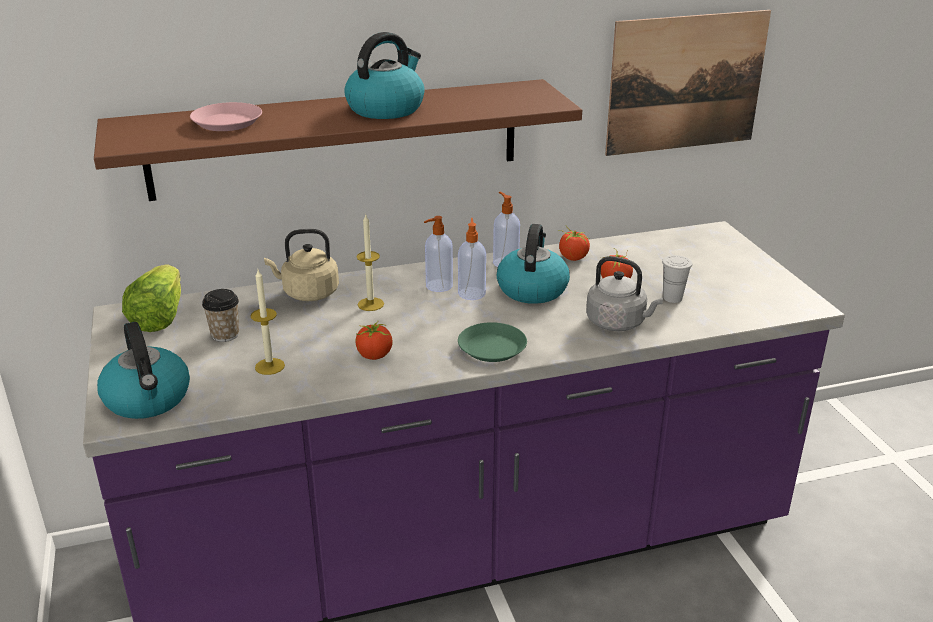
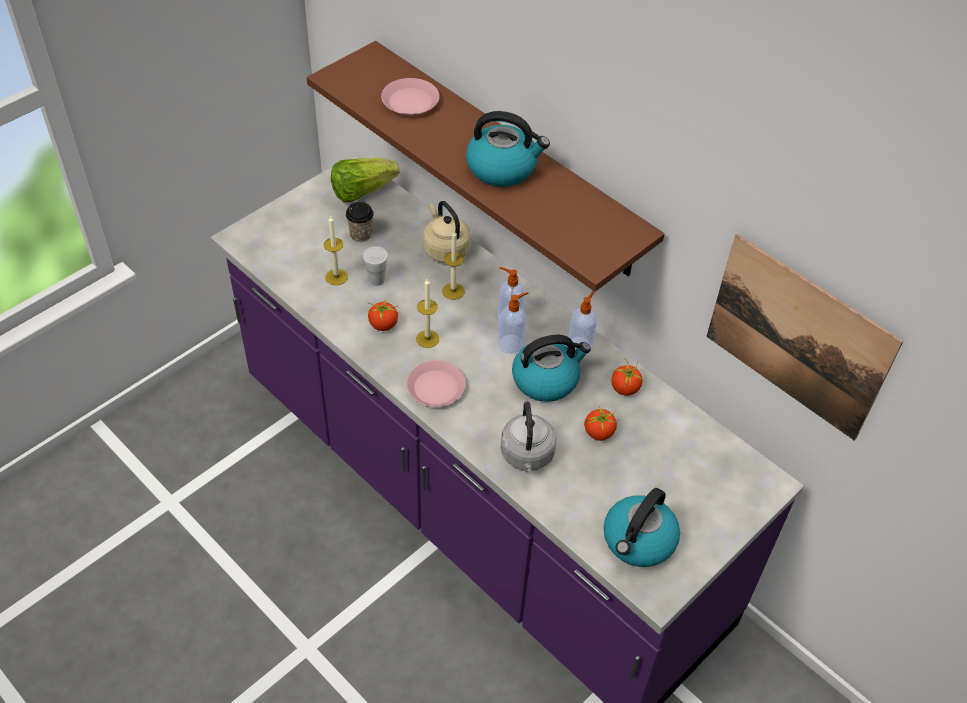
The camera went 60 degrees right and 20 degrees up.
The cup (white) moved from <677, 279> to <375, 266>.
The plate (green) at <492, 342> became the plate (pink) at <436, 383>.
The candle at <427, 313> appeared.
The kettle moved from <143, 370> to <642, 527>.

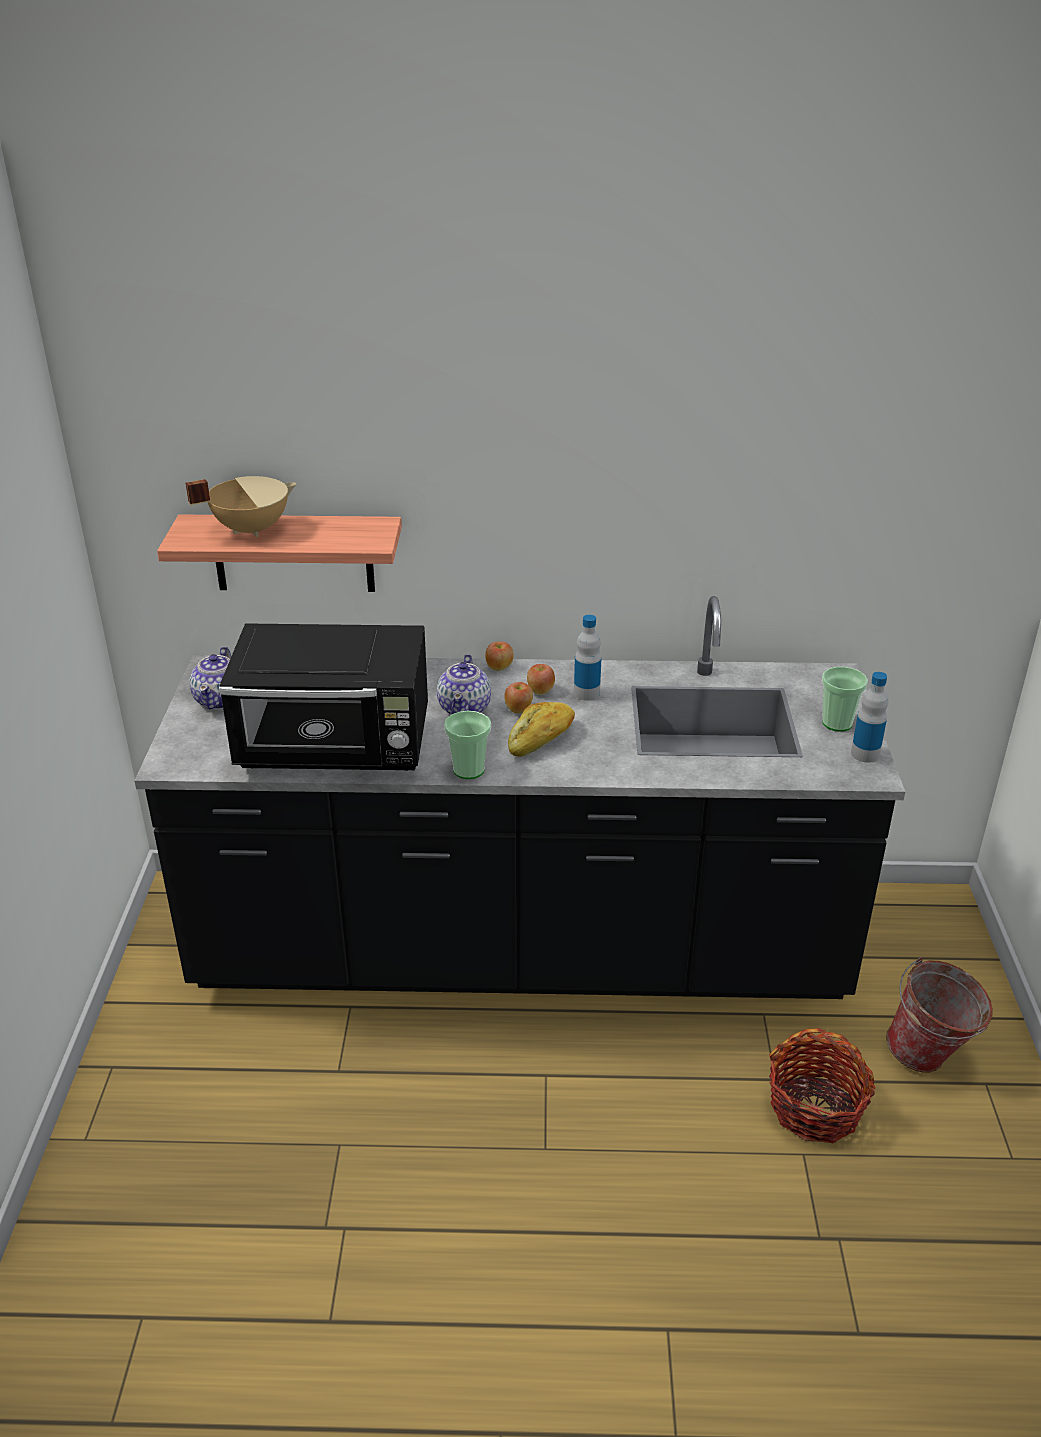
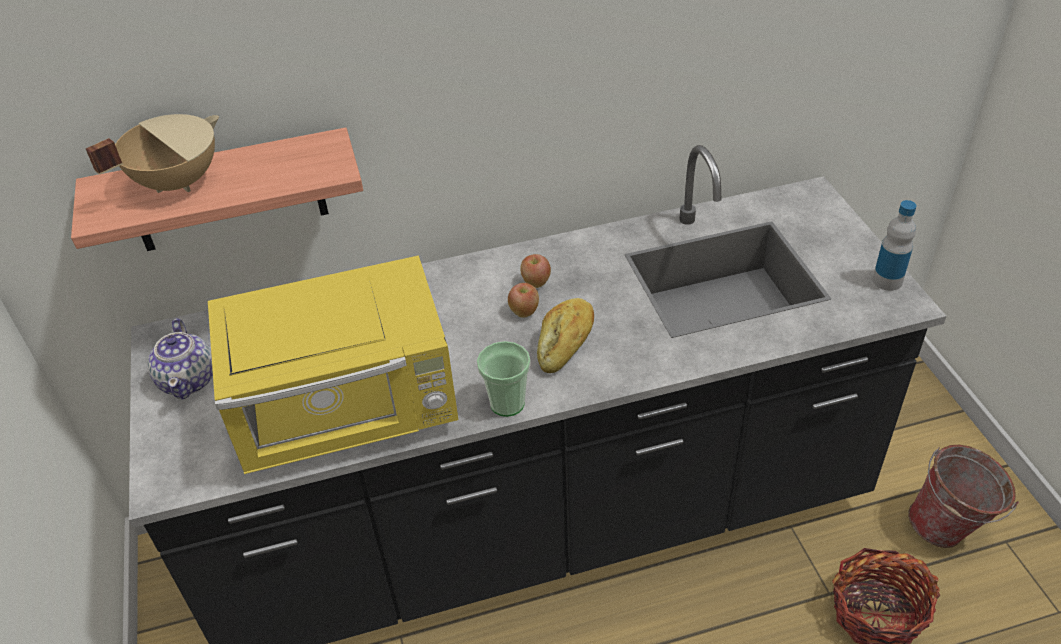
The camera went 15 degrees left and 10 degrees up.
The microwave (black) at <323, 697> became the microwave (yellow) at <333, 364>.
The teapot at <464, 684> disappeared.
The apple at <499, 656> disappeared.
The bottle at <587, 658> disappeared.
The cup at <845, 699> disappeared.

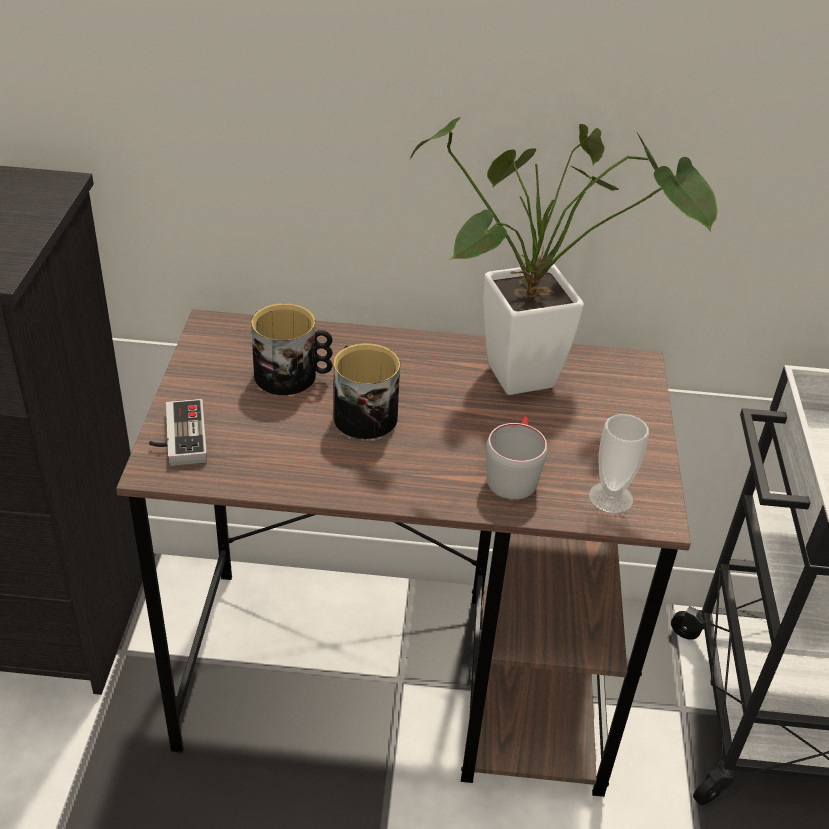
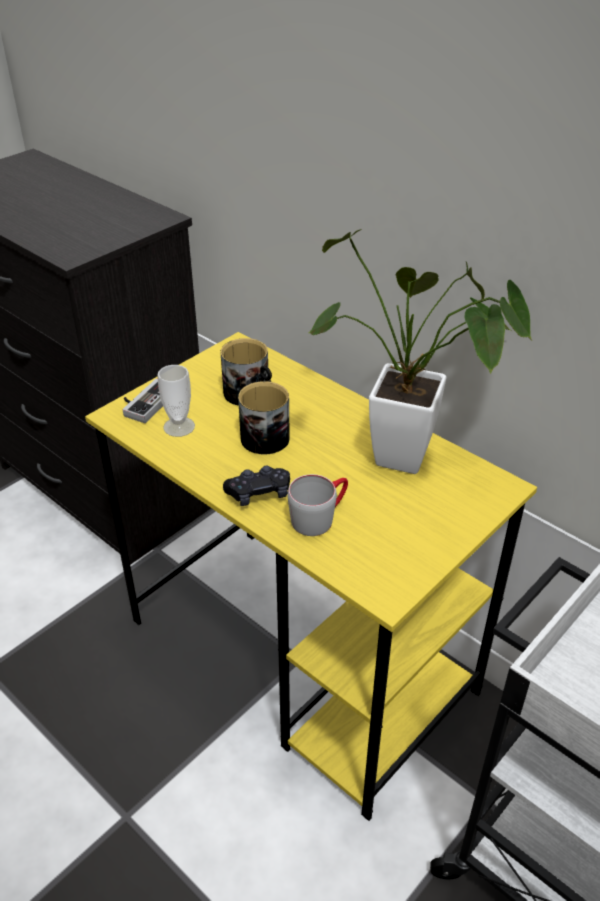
The camera went 40 degrees right and 0 degrees up.
The desk (brown) at <403, 553> became the desk (yellow) at <311, 576>.
The cup moved from <619, 464> to <176, 401>.
The game controller (black) at <256, 485> appeared.

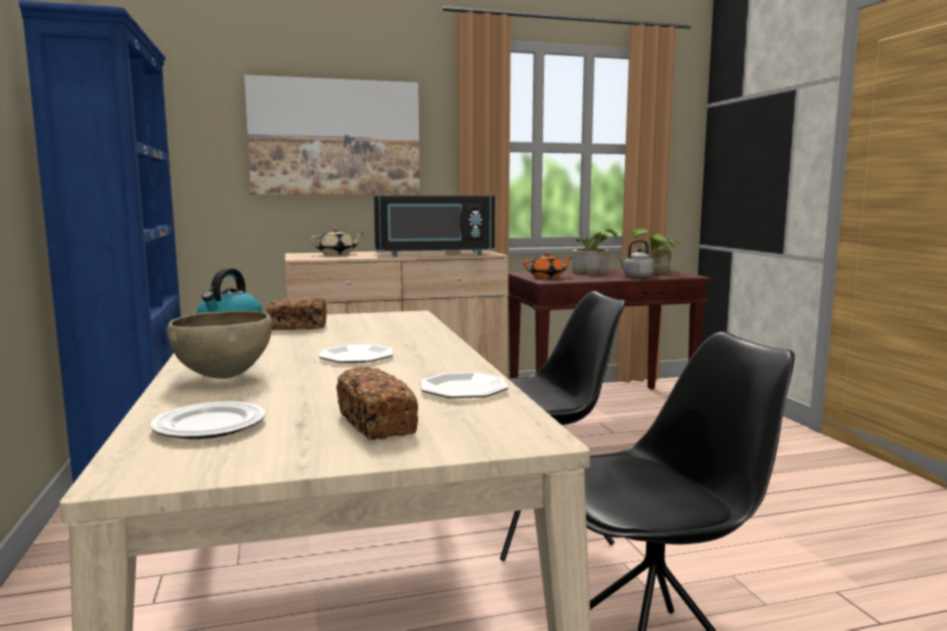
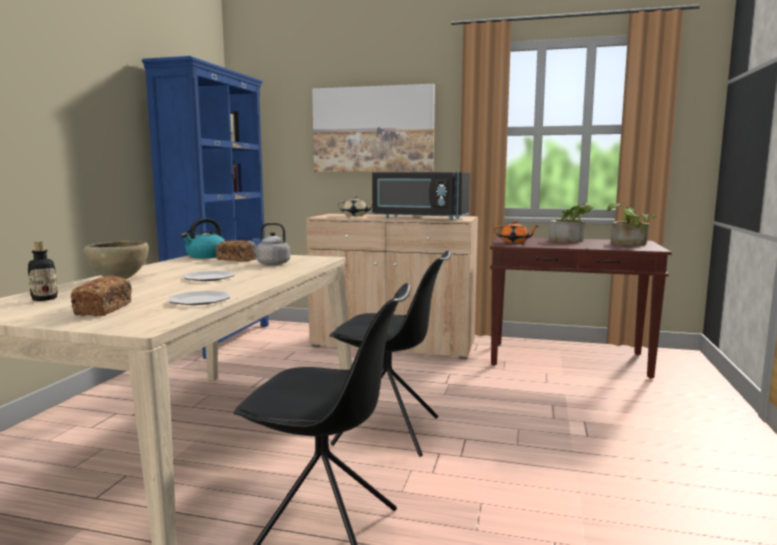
The camera went 30 degrees right and 0 degrees up.
The plate at <207, 420> was replaced by the bottle at <43, 271>.
The kettle (grey) moved from <635, 259> to <269, 244>.

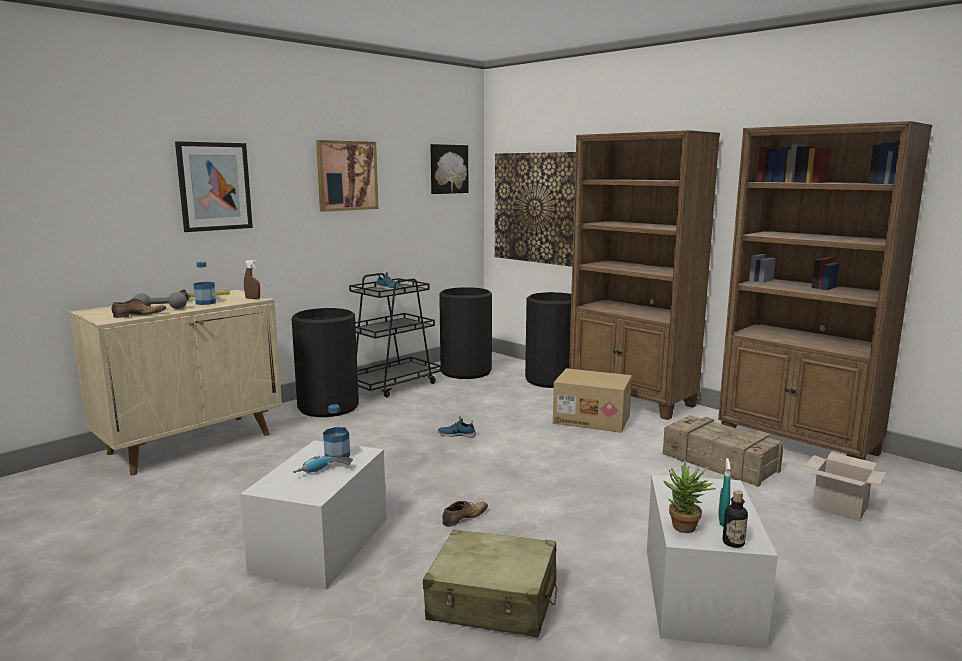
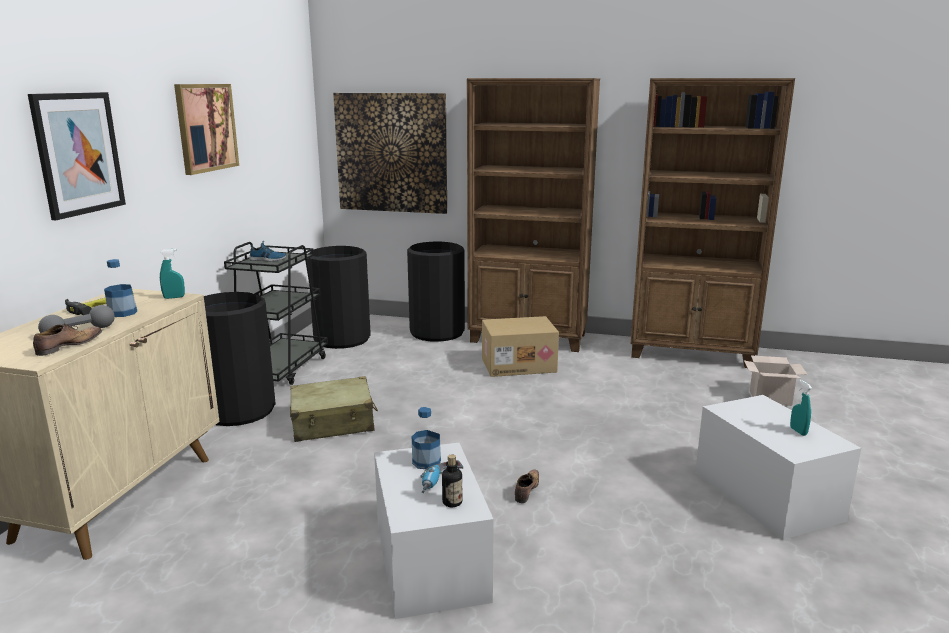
The camera went 30 degrees left and 5 degrees up.
The spray bottle (brown) at <252, 279> became the spray bottle (turquoise) at <172, 274>.
The suitcase (beige) moved from <490, 583> to <334, 409>.
The bottle moved from <735, 519> to <452, 480>.
The picture at <449, 169> disappeared.
The shoe at <457, 427> disappeared.
The crate at <723, 451> disappeared.
The potted plant at <689, 496> disappeared.

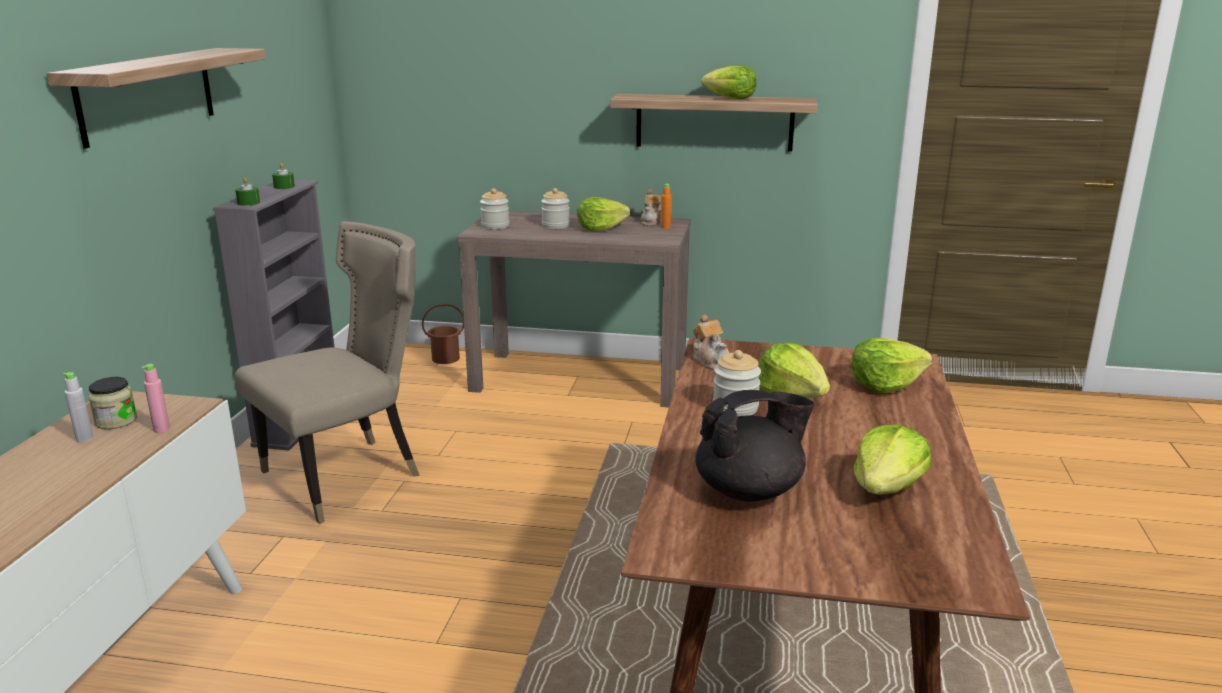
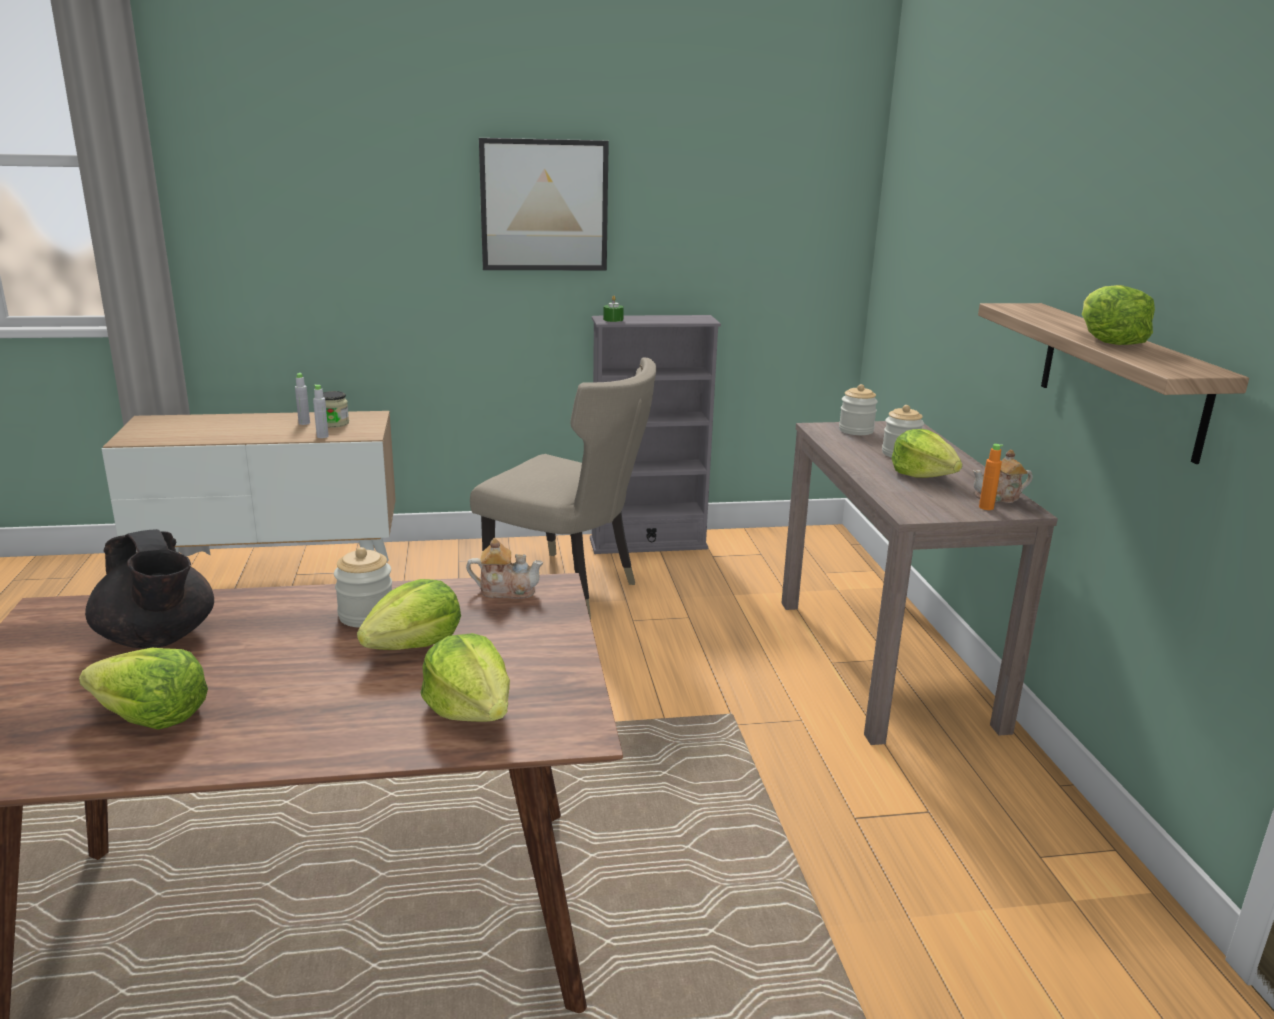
The camera went 70 degrees right and 0 degrees up.
The bottle (pink) at <156, 398> became the bottle (grey) at <321, 411>.
The teapot at <711, 342> turned 135 degrees counterclockwise.
The shelf at <156, 98> was replaced by the picture at <544, 204>.
The candle (green) at <283, 176> disappeared.
The bucket (brown) at <443, 334> disappeared.

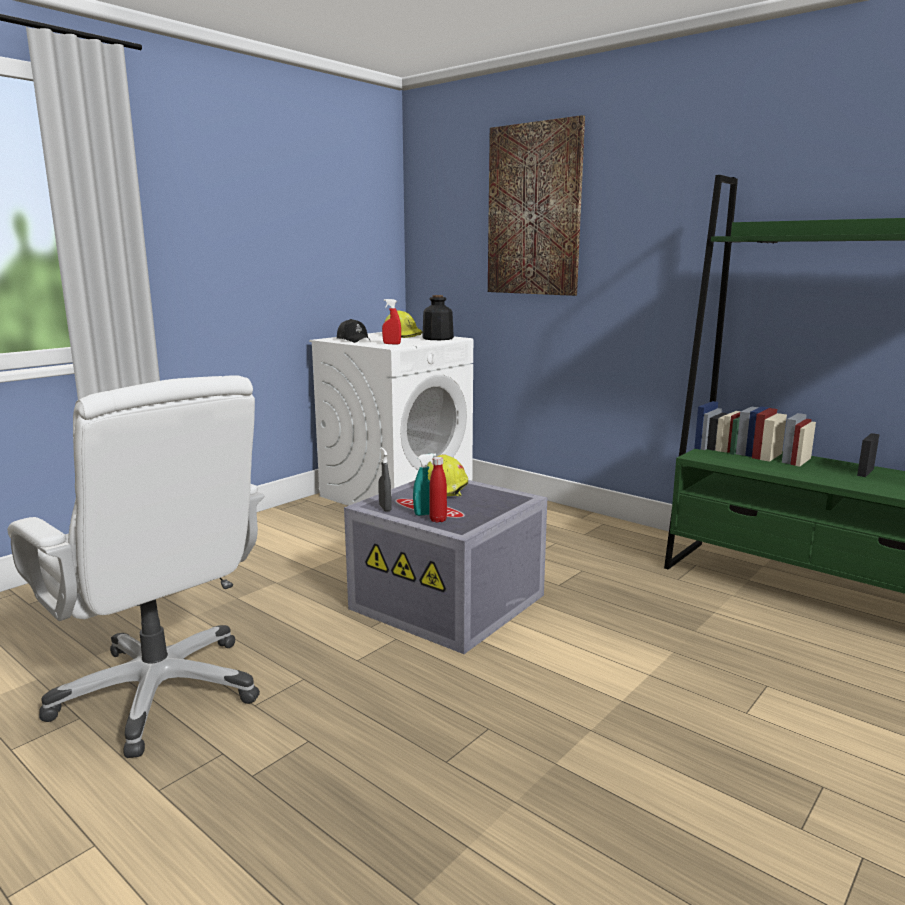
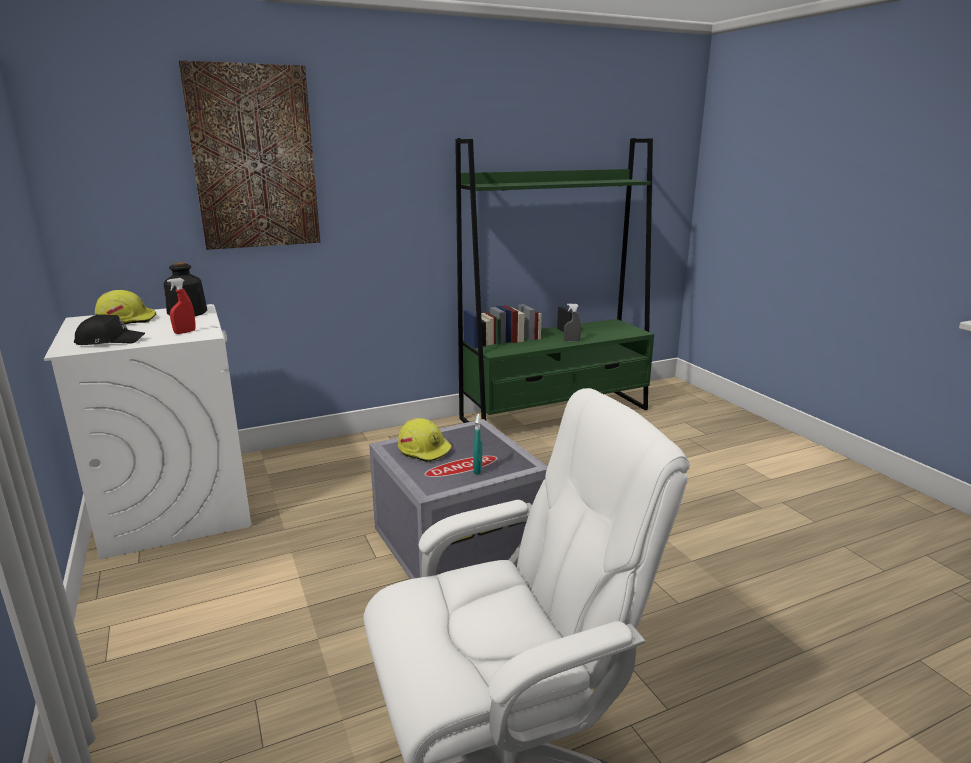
The camera went 65 degrees left and 5 degrees up.
The spray bottle (grey) moved from <385, 479> to <572, 323>.
The bottle (red) at <438, 490> disappeared.

